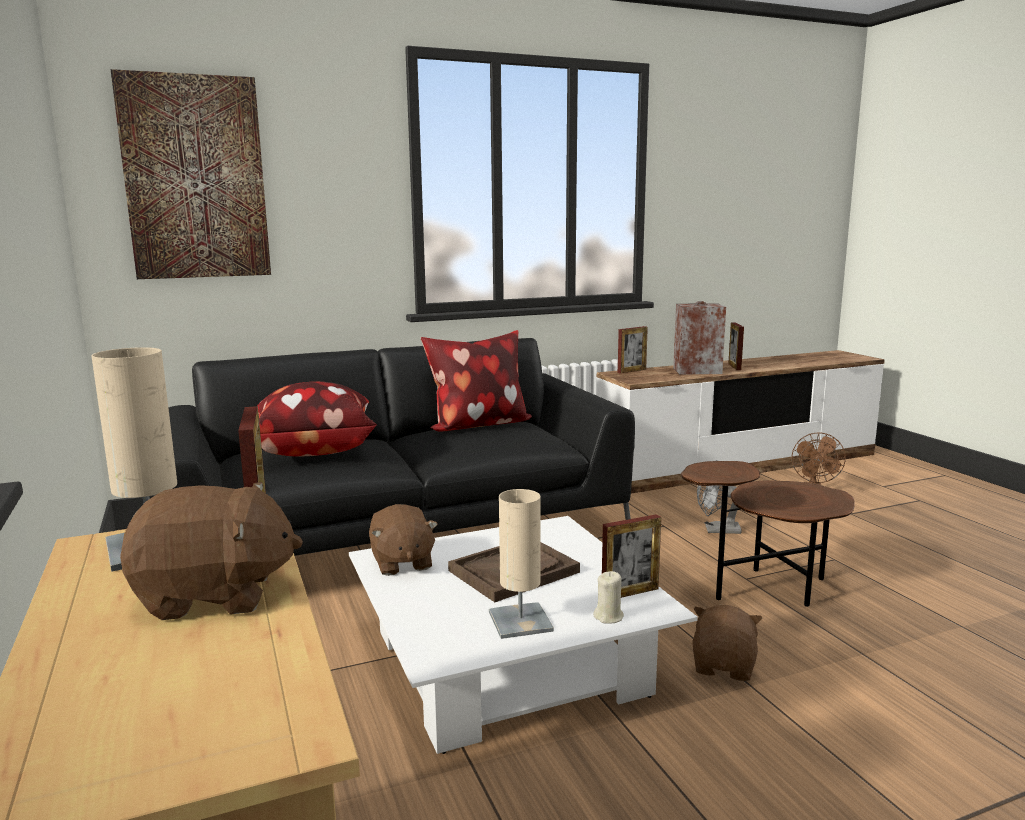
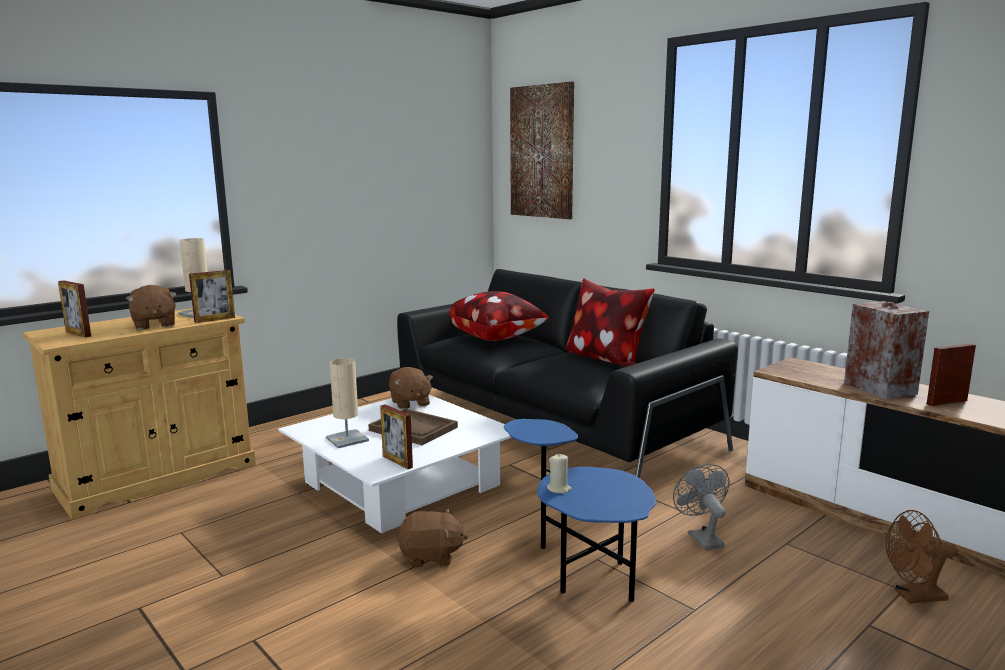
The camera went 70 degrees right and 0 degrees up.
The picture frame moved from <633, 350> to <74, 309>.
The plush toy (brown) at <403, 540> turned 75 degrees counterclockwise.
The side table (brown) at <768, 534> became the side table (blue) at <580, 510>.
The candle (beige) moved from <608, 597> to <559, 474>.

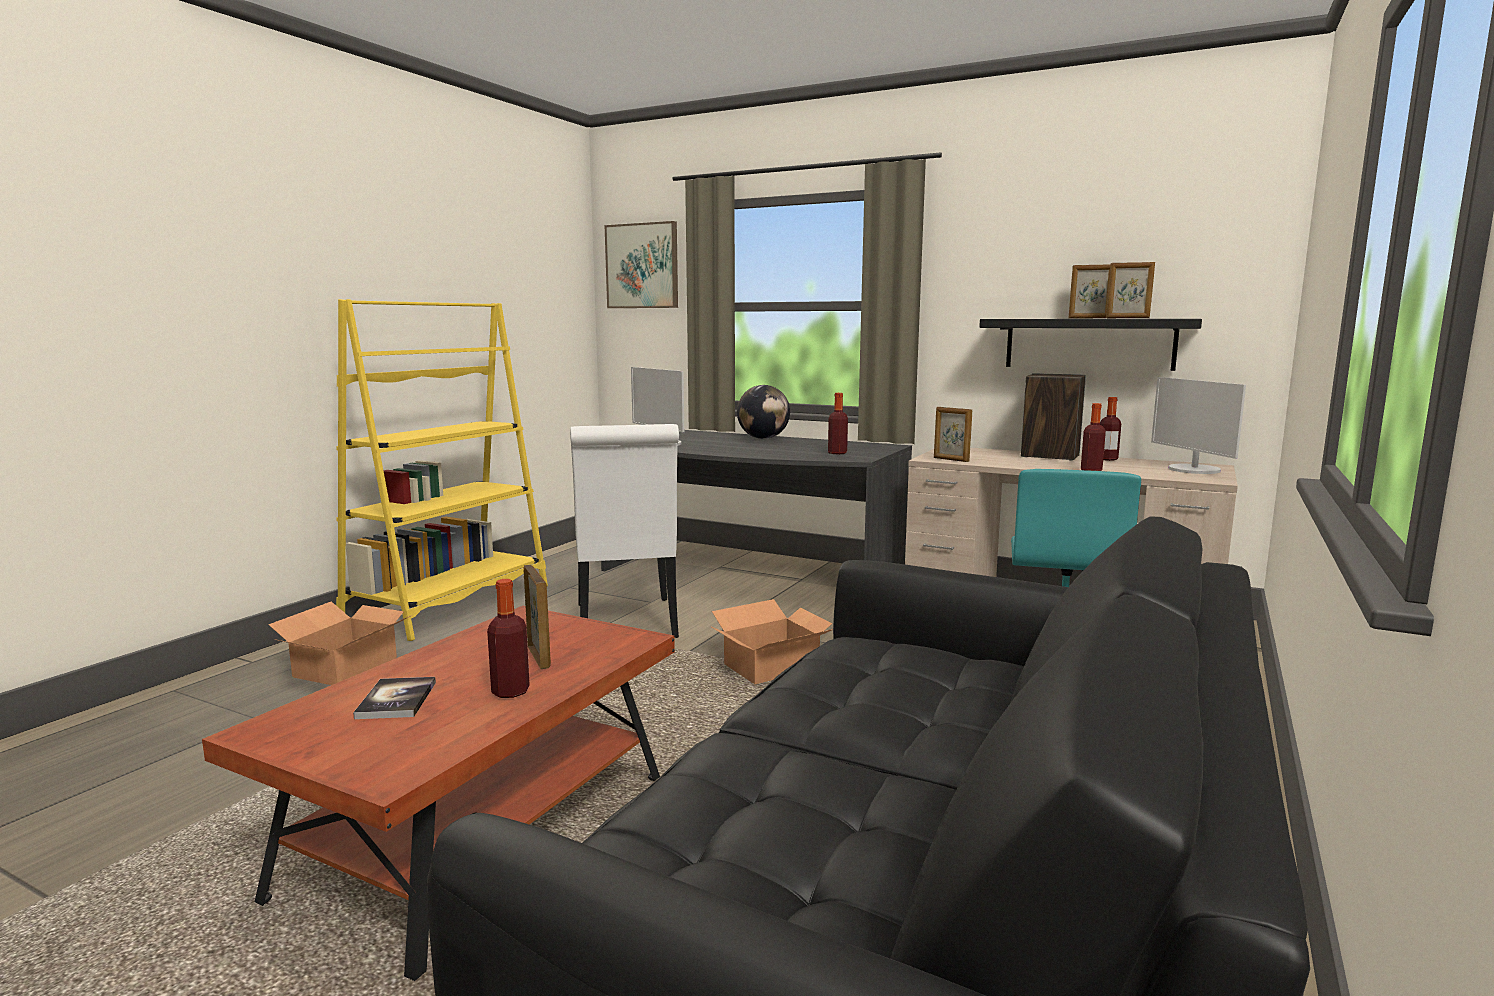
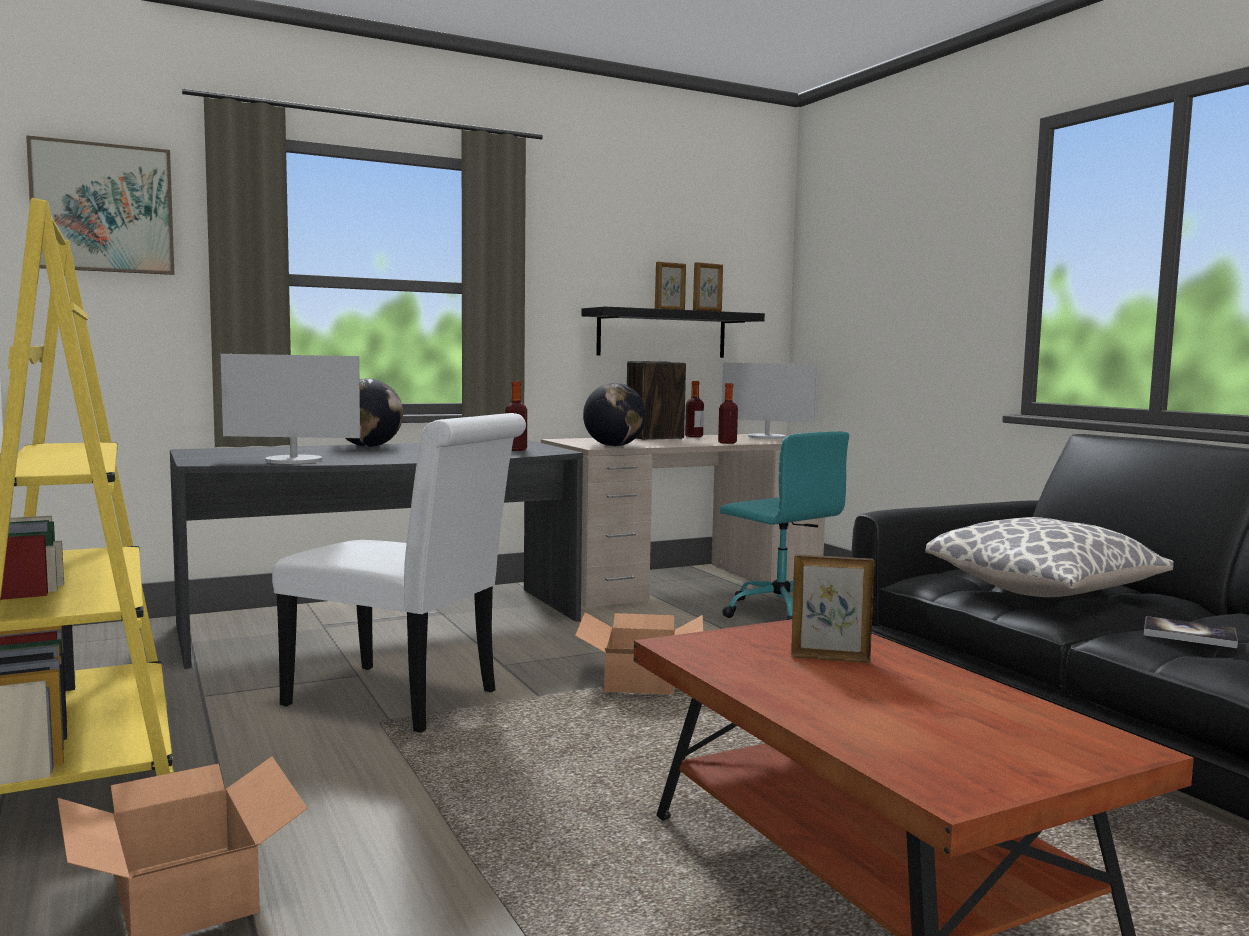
The camera went 55 degrees left and 5 degrees down.
The picture frame at <953, 434> was replaced by the globe at <614, 414>.
The pillow at <1050, 557> appeared.
The book moved from <394, 698> to <1191, 632>.
The bottle at <508, 638> disappeared.

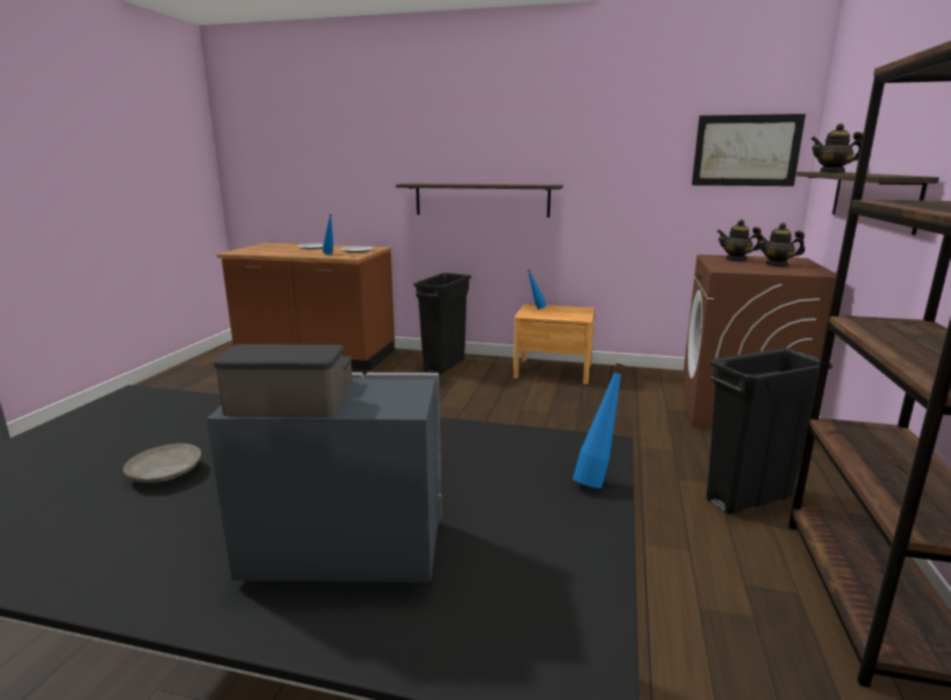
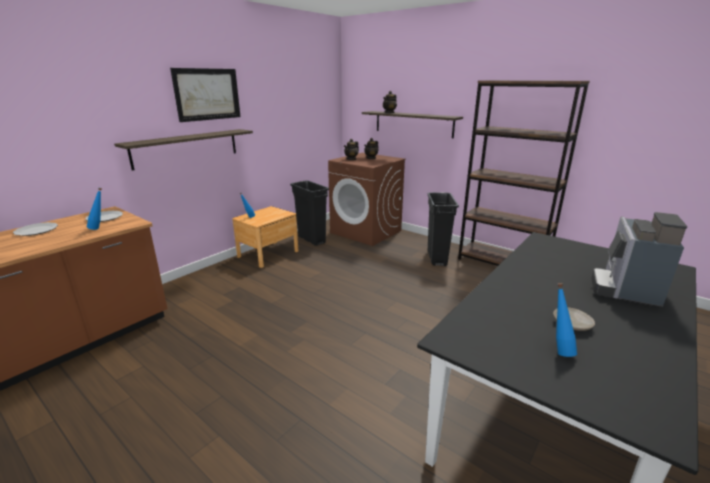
The camera went 65 degrees left and 5 degrees up.
The picture moved from <749, 150> to <205, 95>.
The trash can (black) moved from <442, 324> to <309, 213>.
The bottle (blue) moved from <599, 425> to <566, 320>.

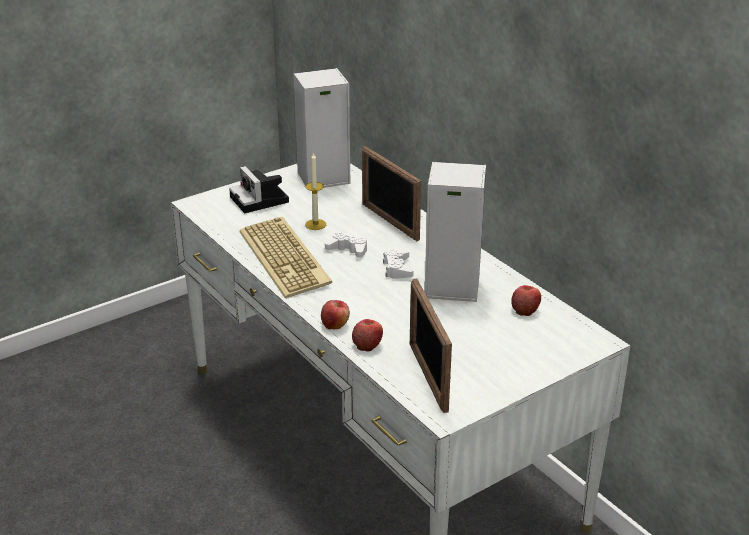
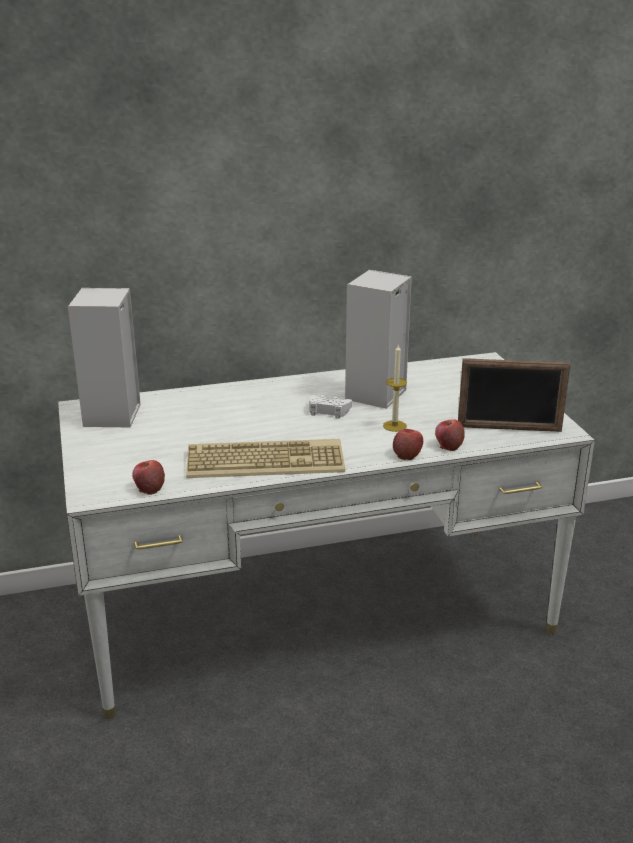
The camera went 70 degrees left and 5 degrees down.
The apple moved from <526, 300> to <148, 477>.
The candle moved from <315, 191> to <395, 387>.
The photo camera at <259, 189> disappeared.
The game controller (white) at <346, 244> disappeared.
The picture frame at <391, 193> disappeared.

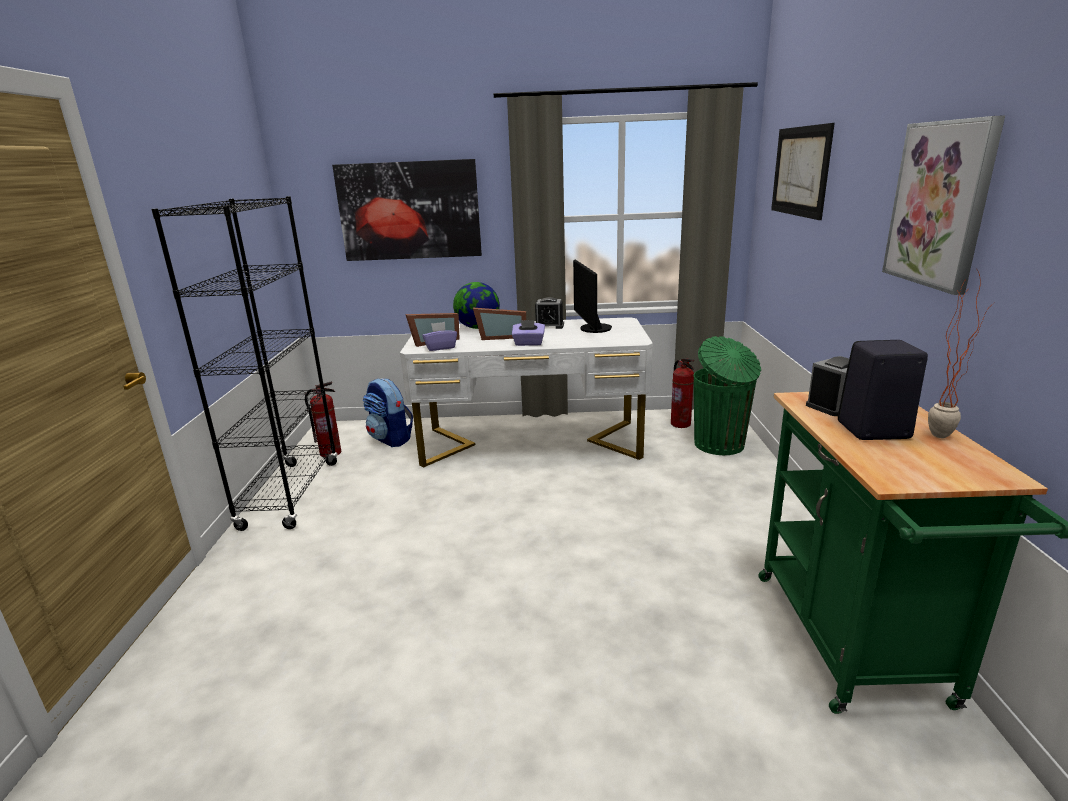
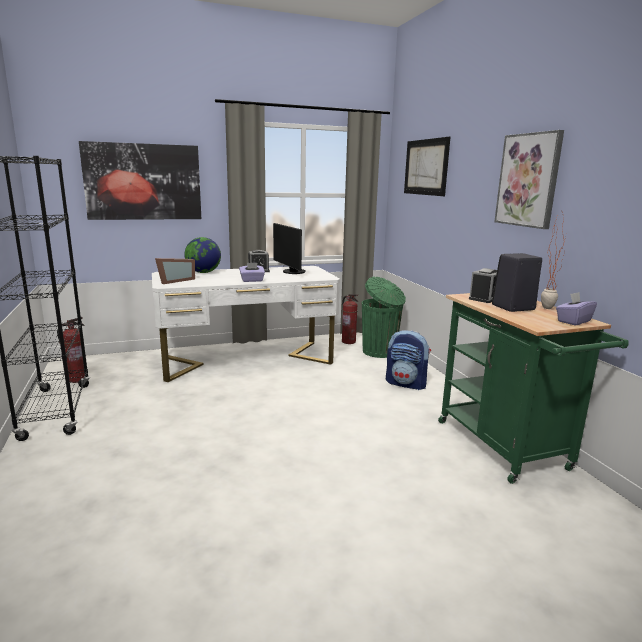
The camera went 20 degrees left and 5 degrees down.
The backpack moved from <387, 412> to <408, 360>.
The tissue box (purple) moved from <439, 336> to <576, 308>.
The picture frame at <499, 324> disappeared.

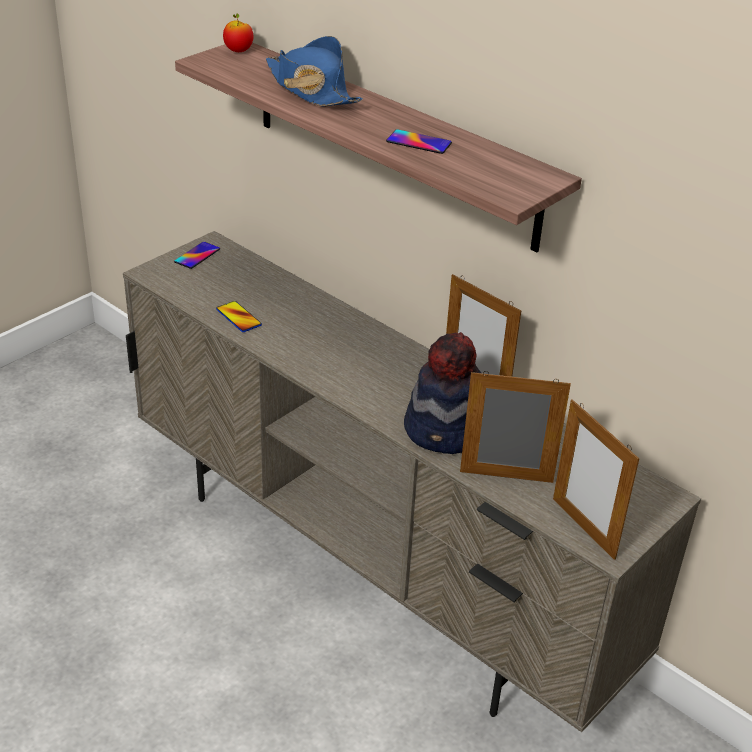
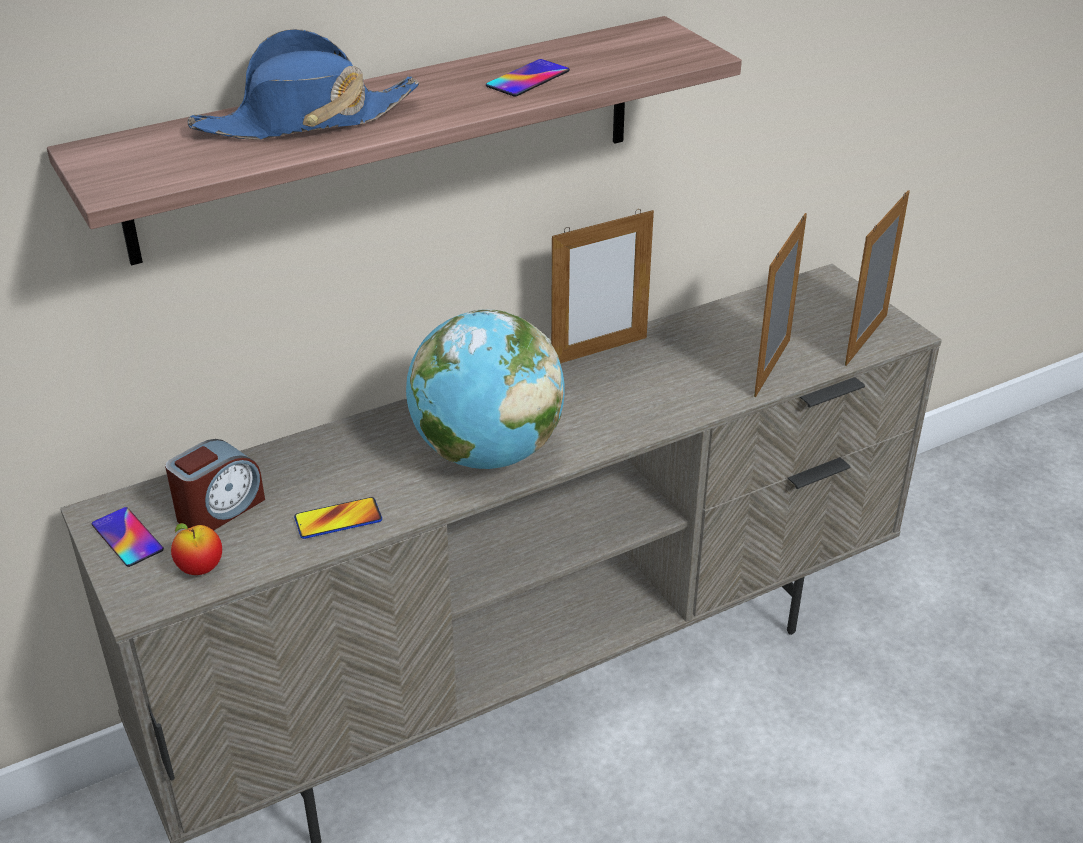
The camera went 70 degrees left and 0 degrees up.
The alarm clock at <215, 485> appeared.
The apple moved from <238, 32> to <196, 549>.
The globe at <485, 389> appeared.
The picture frame at <596, 479> turned 135 degrees clockwise.
The hat at <442, 393> disappeared.

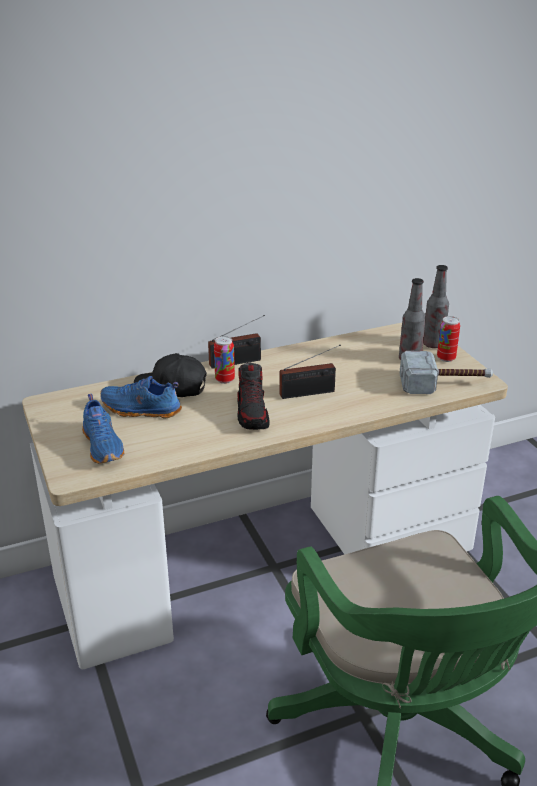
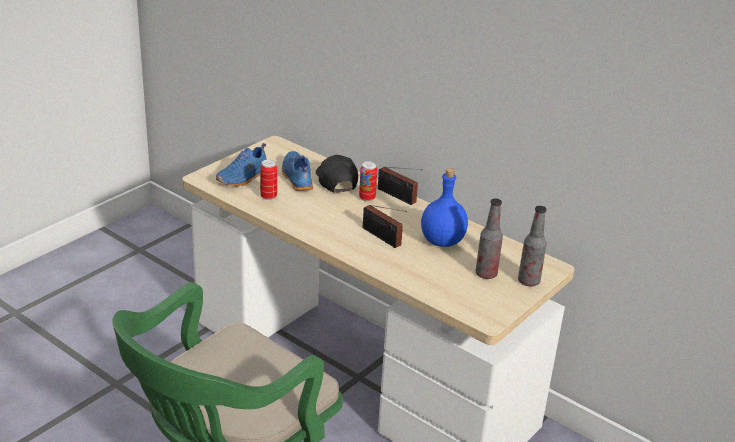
The camera went 60 degrees right and 0 degrees up.
The can moved from <448, 339> to <268, 180>.
The bottle (blue) at <444, 207> appeared.
The shoe at <253, 396> disappeared.
The hammer at <446, 372> disappeared.

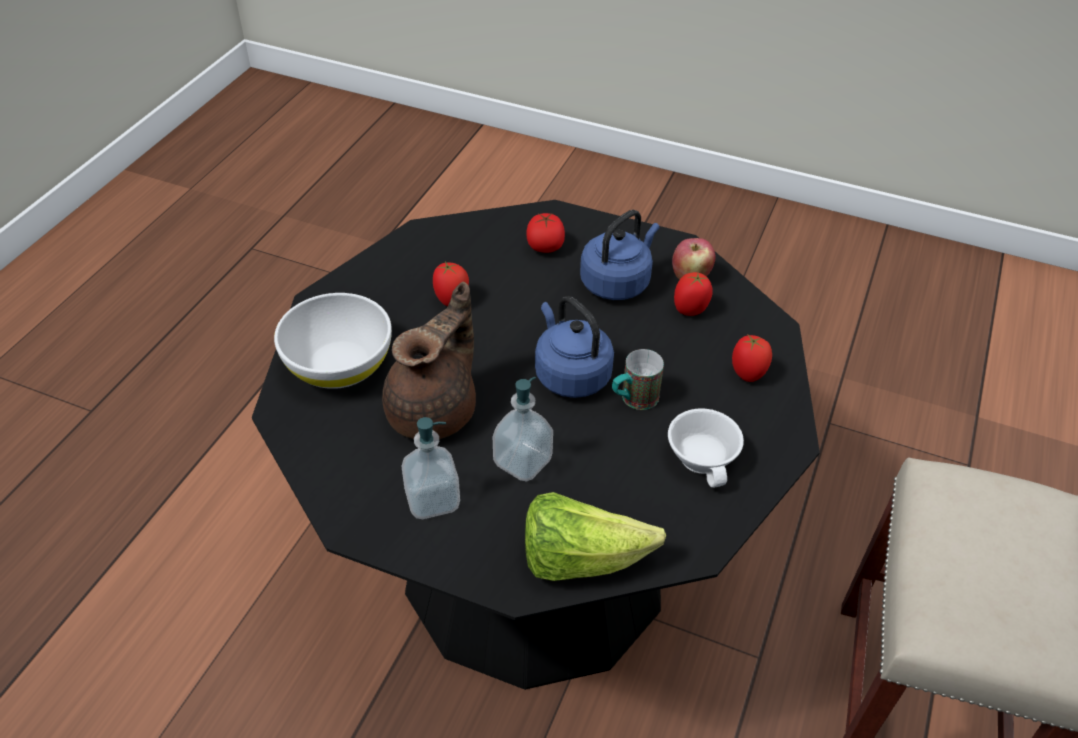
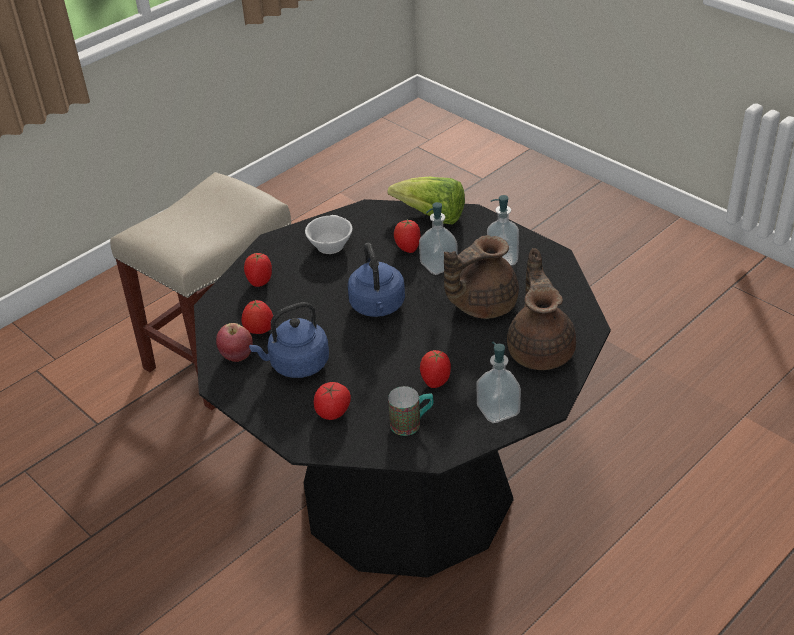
The camera went 155 degrees left and 5 degrees down.
The mug moved from <638, 379> to <411, 411>.
The tomato at <407, 236> appeared.
The soap dispenser at <499, 382> appeared.
The bowl (white) at <333, 341> was replaced by the teapot (brown) at <541, 309>.

